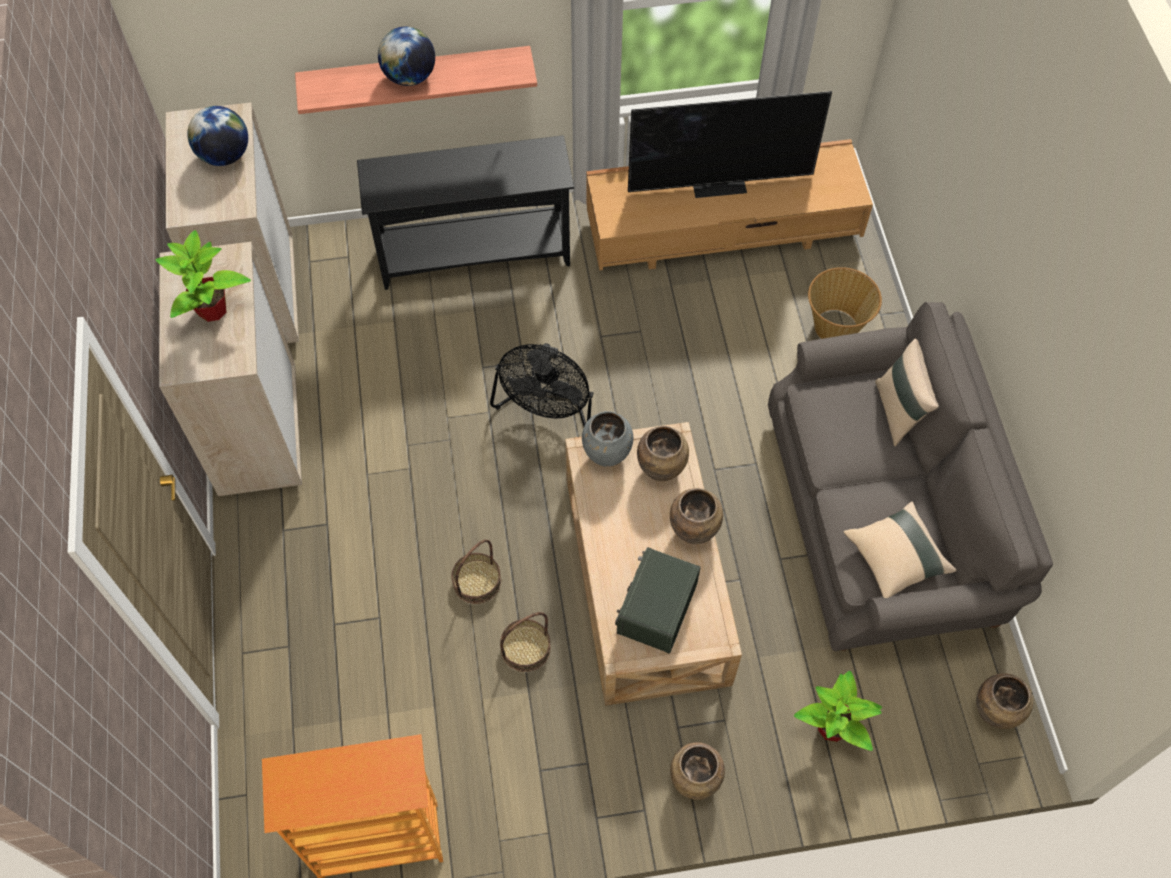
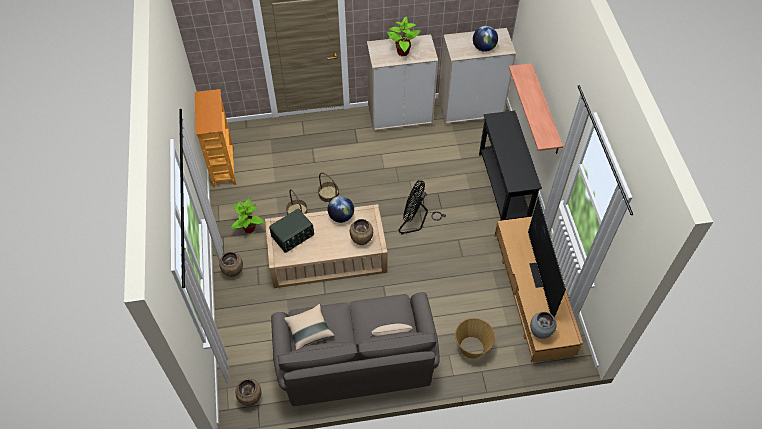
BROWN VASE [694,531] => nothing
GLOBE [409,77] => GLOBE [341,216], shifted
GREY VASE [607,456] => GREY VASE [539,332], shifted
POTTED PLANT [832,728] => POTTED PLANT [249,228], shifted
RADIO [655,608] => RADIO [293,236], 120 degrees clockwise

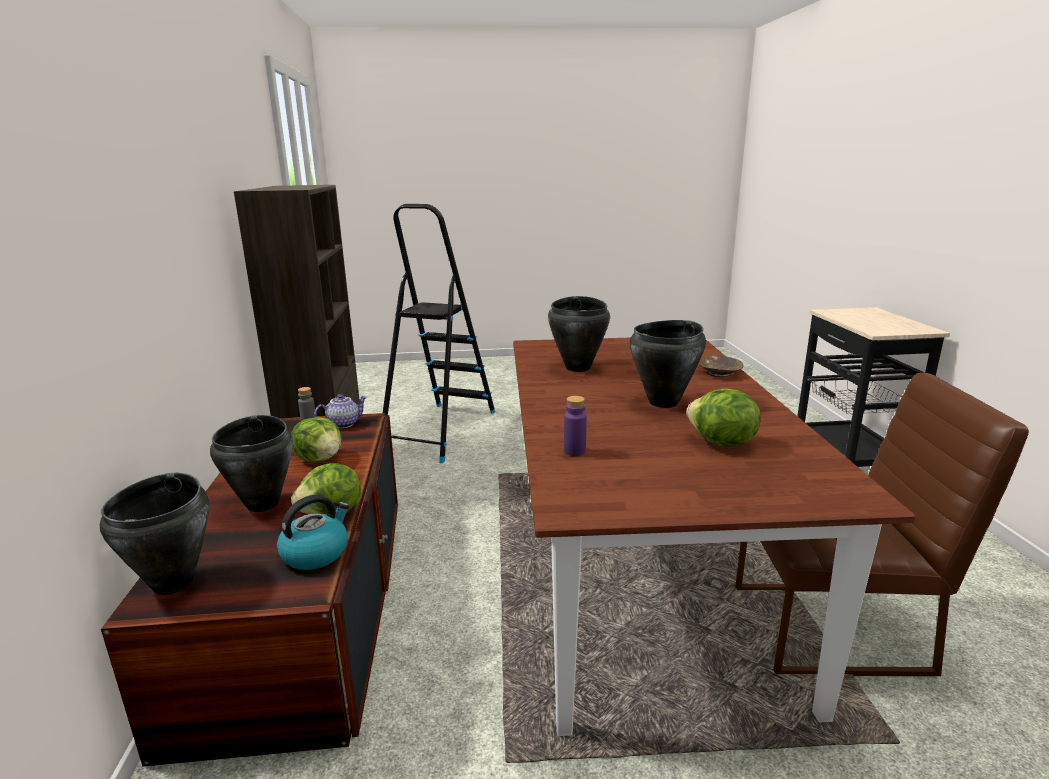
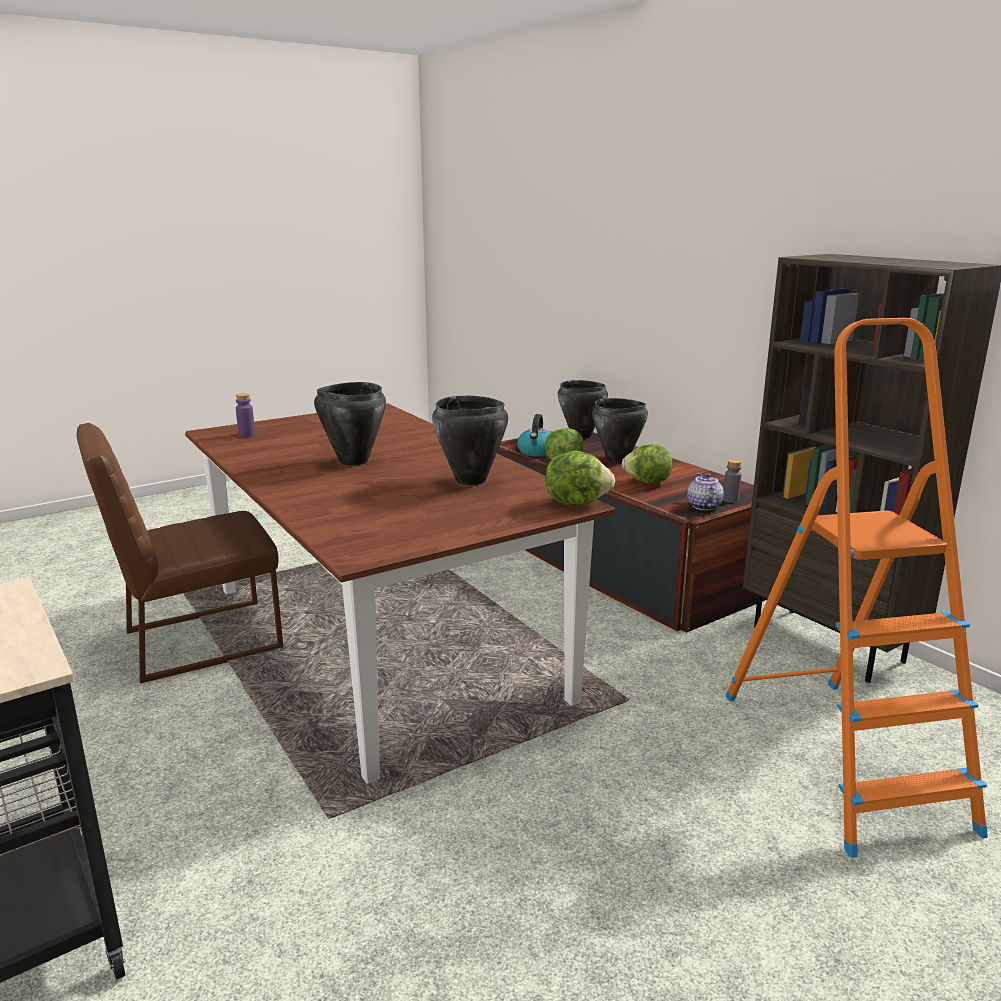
BROWN BOWL [718,373] => nothing
PURPLE BOTTLE [574,451] => PURPLE BOTTLE [247,435], shifted
LETTUCE [721,443] => LETTUCE [576,502], shifted
BLACK STEP LADDER [440,430] => ORANGE STEP LADDER [841,759]
TEAPOT [343,424] => TEAPOT [703,506], 150 degrees clockwise

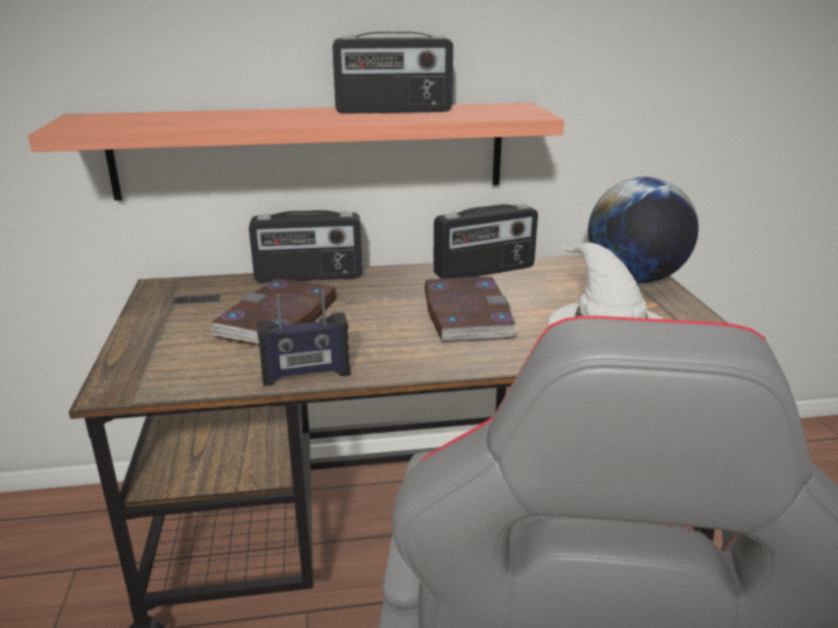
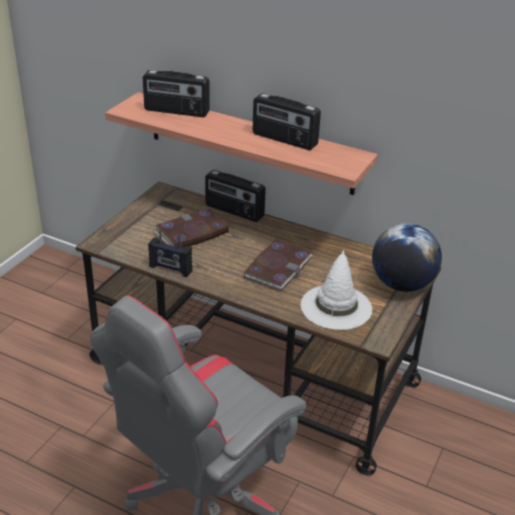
RADIO [485,271] => RADIO [176,111], shifted

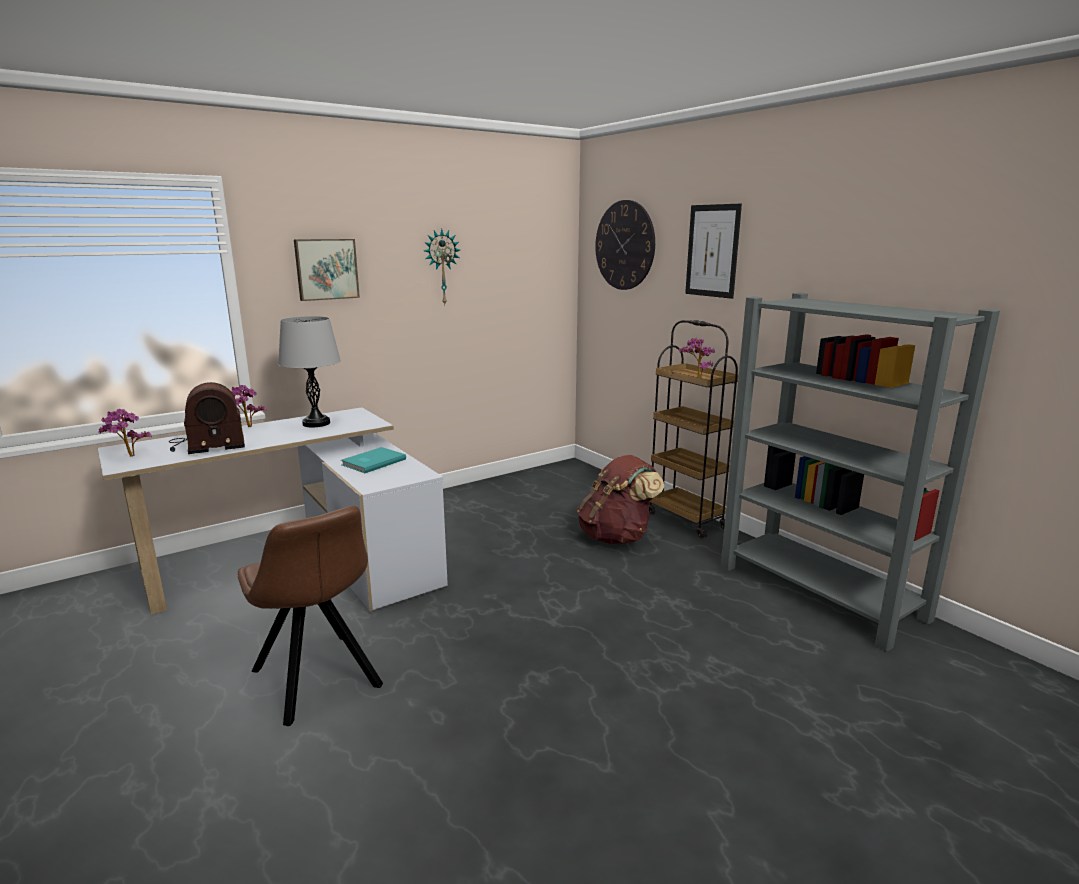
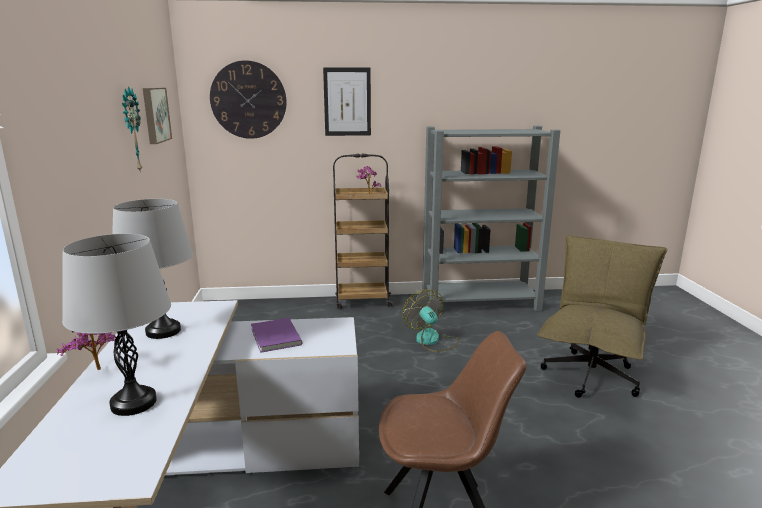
POTTED PLANT [128,457] => nothing
BROWN BACKPACK [617,537] => nothing
nothing => FAN [432,341]
nothing => BEIGE OFFICE CHAIR [590,376]
PICTURE [326,269] => PICTURE [155,115], shifted
RADIO [207,444] => GREY TABLE LAMP [133,403]
TURQUOISE BOOK [372,462] => PURPLE BOOK [274,337]

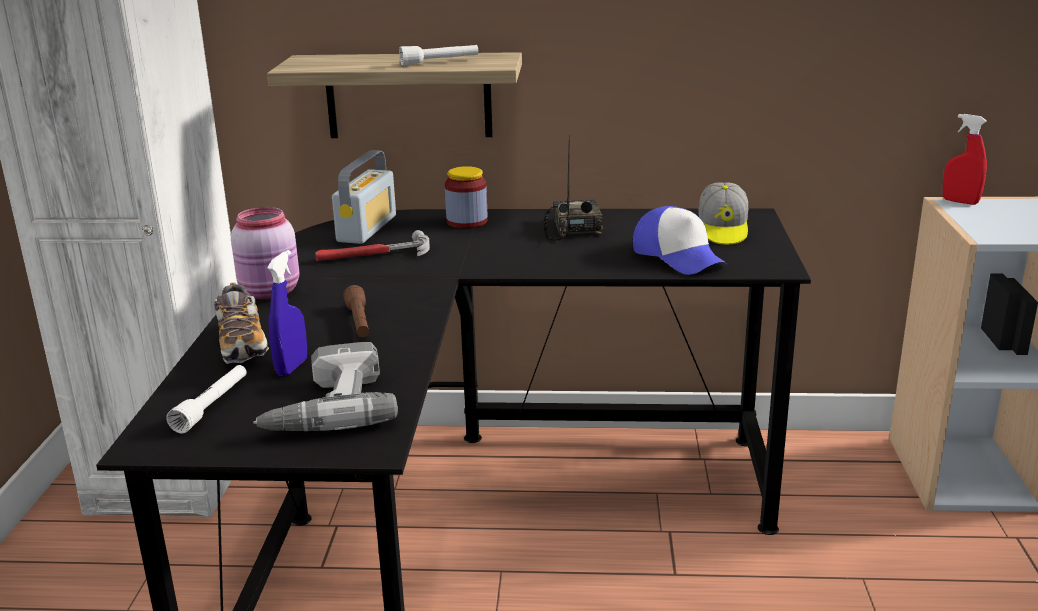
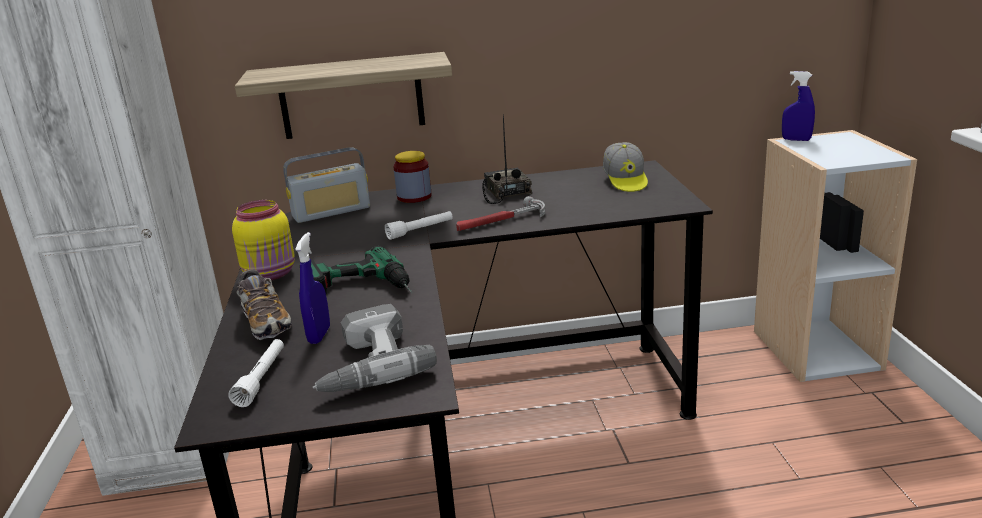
CAP [679,256] => nothing
HAMMER [373,255] => HAMMER [501,221], shifted
WHITE FLASHLIGHT [440,62] => WHITE FLASHLIGHT [420,231], shifted
BROWN FLASHLIGHT [359,322] => POWER DRILL [361,289]
PINK JAR [271,292] => YELLOW JAR [271,274]
RED SPRAY BOTTLE [960,202] => BLUE SPRAY BOTTLE [796,140]
RADIO [367,228] => RADIO [331,212], 60 degrees clockwise

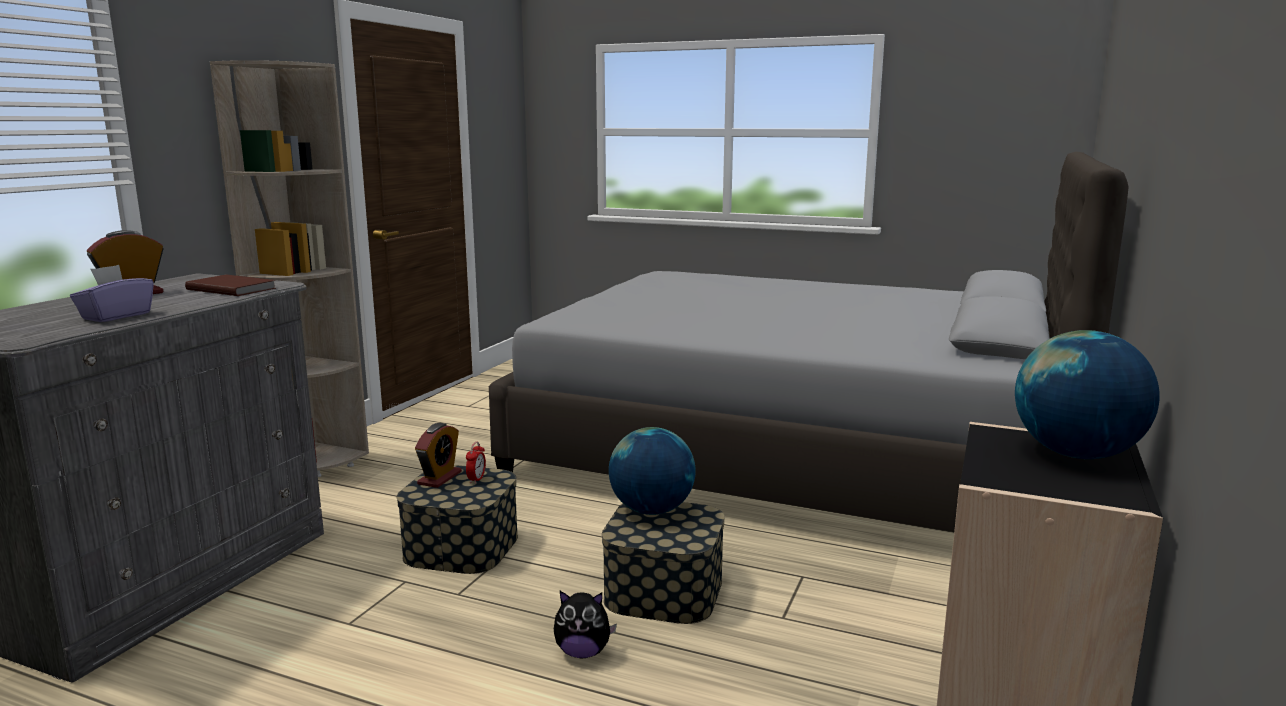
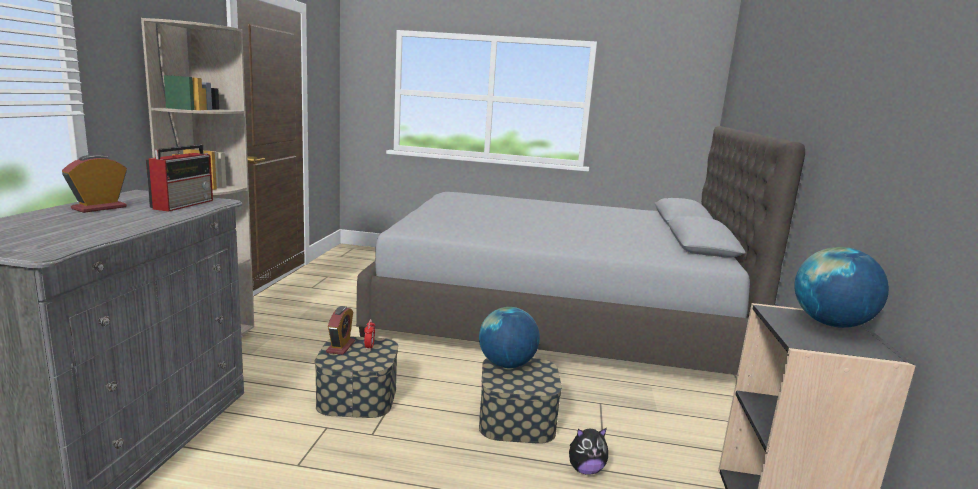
PURPLE TISSUE BOX [116,316] => nothing
PLUSH TOY [583,652] => PLUSH TOY [585,470], shifted
BROWN BOOK [232,288] => RADIO [184,204]

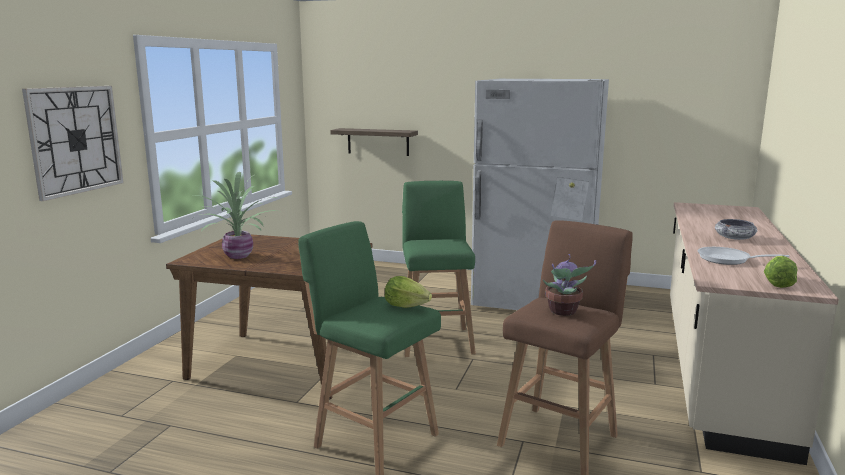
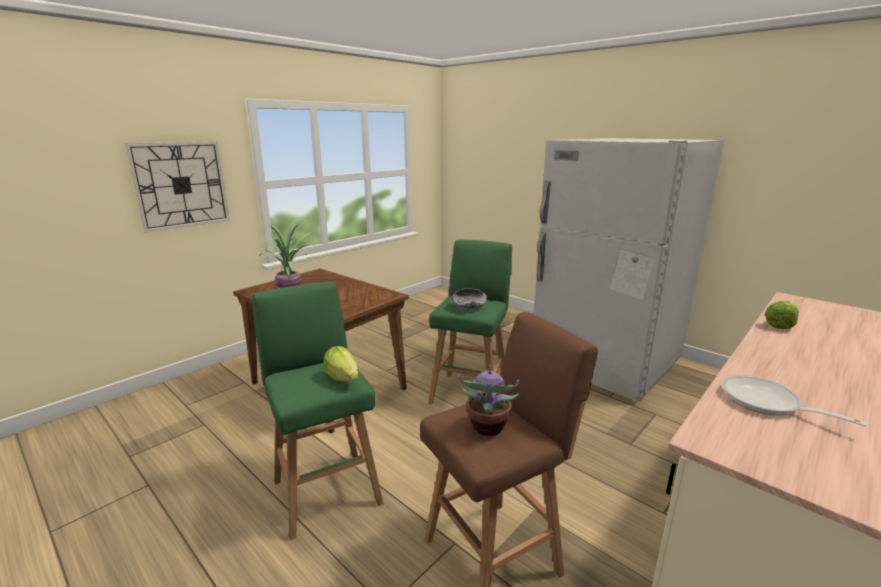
SHELF [378,142] => nothing
BOWL [734,238] => BOWL [469,306], shifted
LETTUCE [777,283] => LETTUCE [780,325], shifted

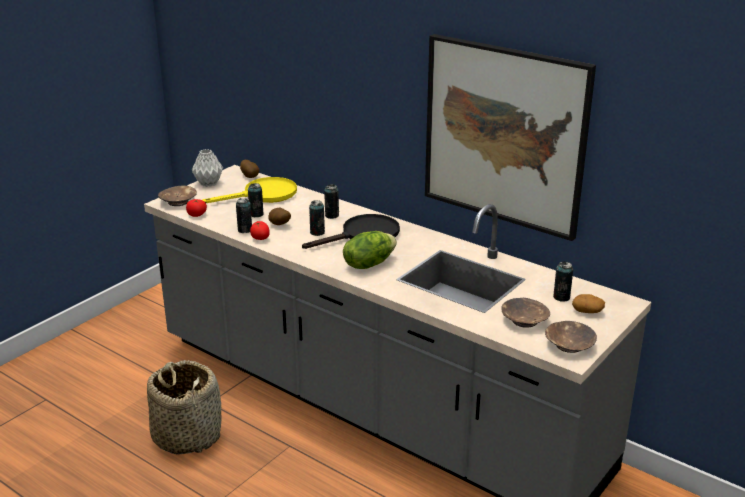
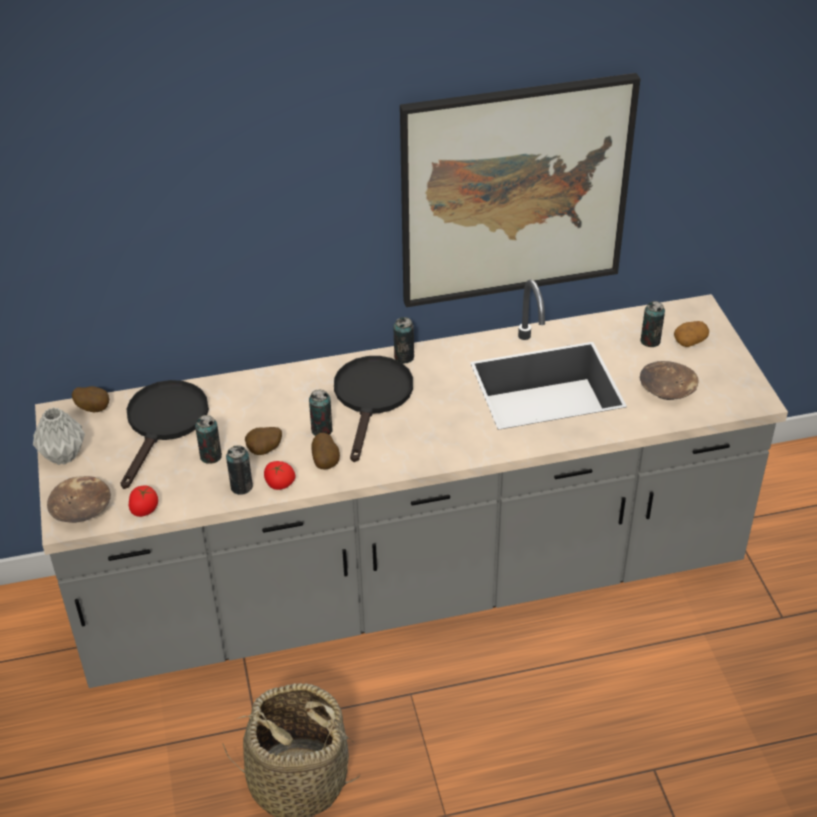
LETTUCE [369,264] => nothing
BROWN BOWL [569,344] => nothing
nothing => POTATO [326,462]
CAN [332,215] => CAN [404,357], shifted
YELLOW FRYING PAN [263,195] => BLACK FRYING PAN [164,424]

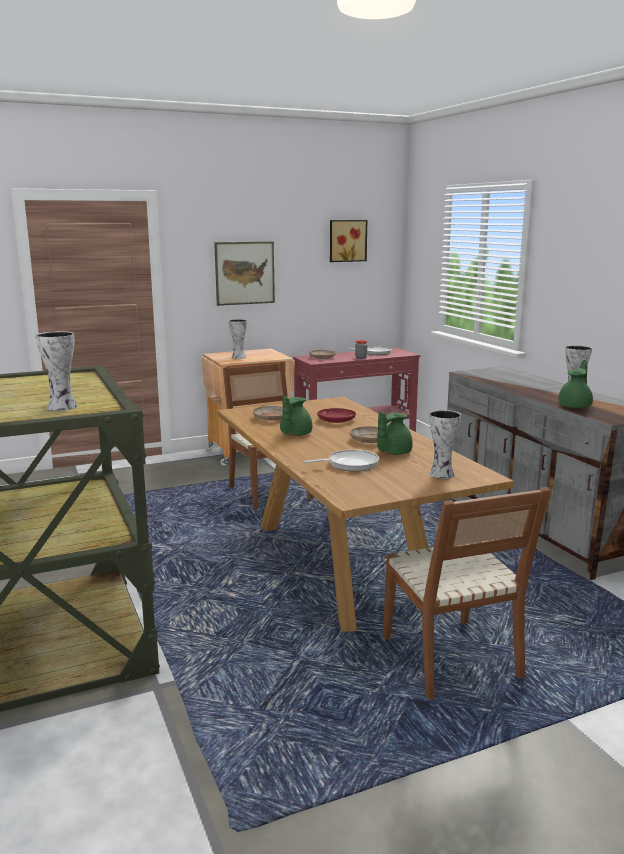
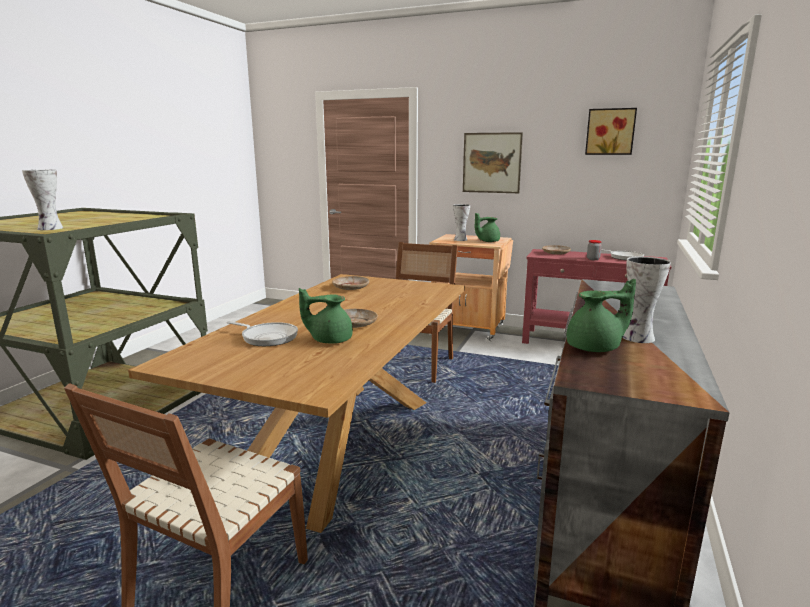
RED PLATE [336,420] => nothing
VASE [441,474] => nothing
GREEN TEAPOT [294,434] => GREEN TEAPOT [487,241], shifted

